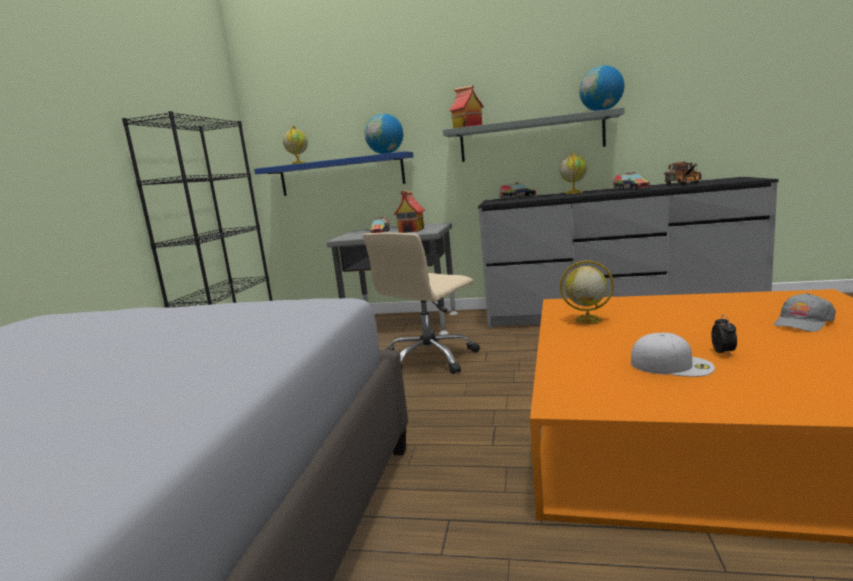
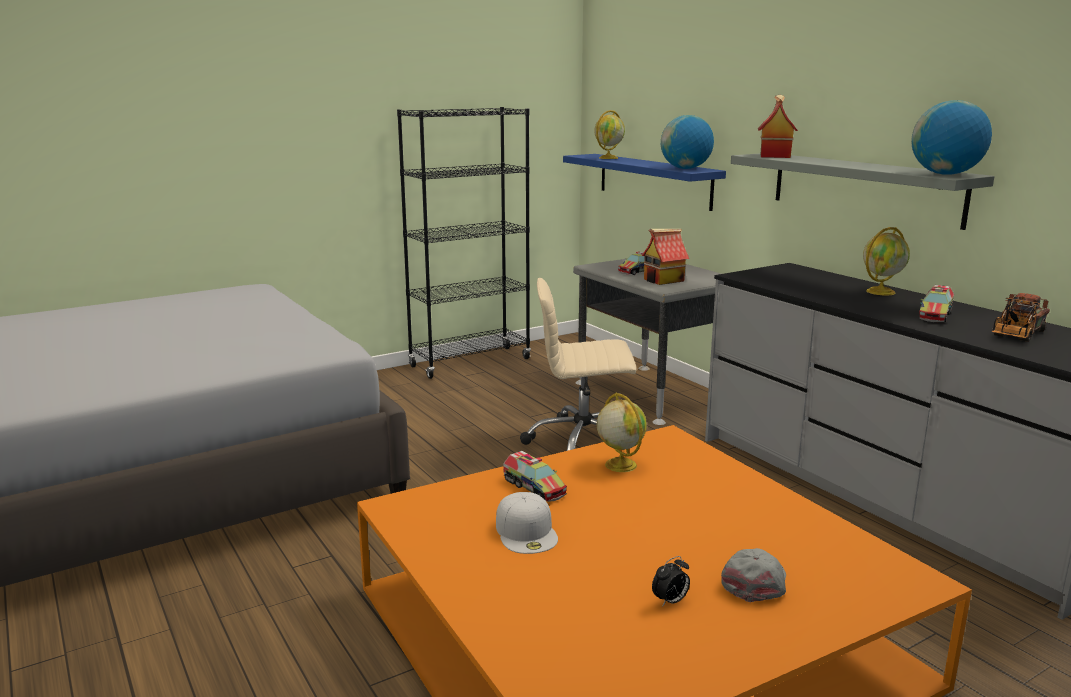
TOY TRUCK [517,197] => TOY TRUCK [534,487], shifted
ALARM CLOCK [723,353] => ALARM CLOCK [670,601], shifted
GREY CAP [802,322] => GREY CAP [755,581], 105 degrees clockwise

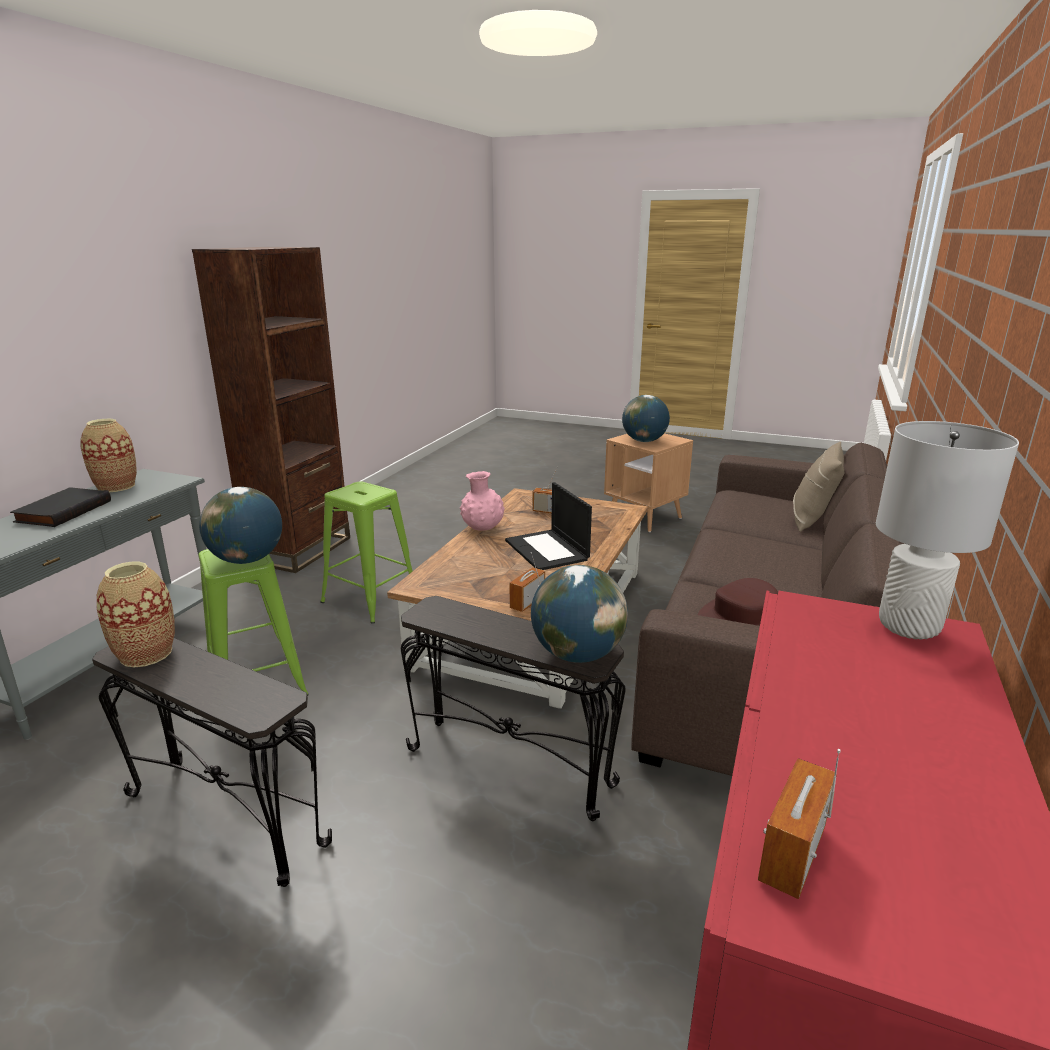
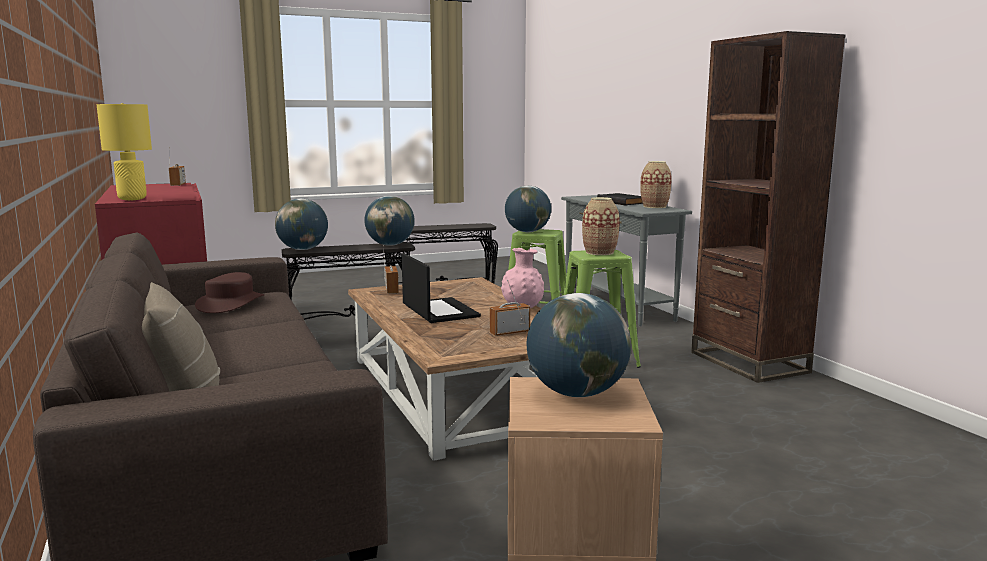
nothing => GLOBE [390,245]
VASE [146,653] => VASE [599,252], shifted
GREY TABLE LAMP [908,630] => YELLOW TABLE LAMP [132,200]
LAPTOP [547,550] => LAPTOP [439,311], 45 degrees clockwise

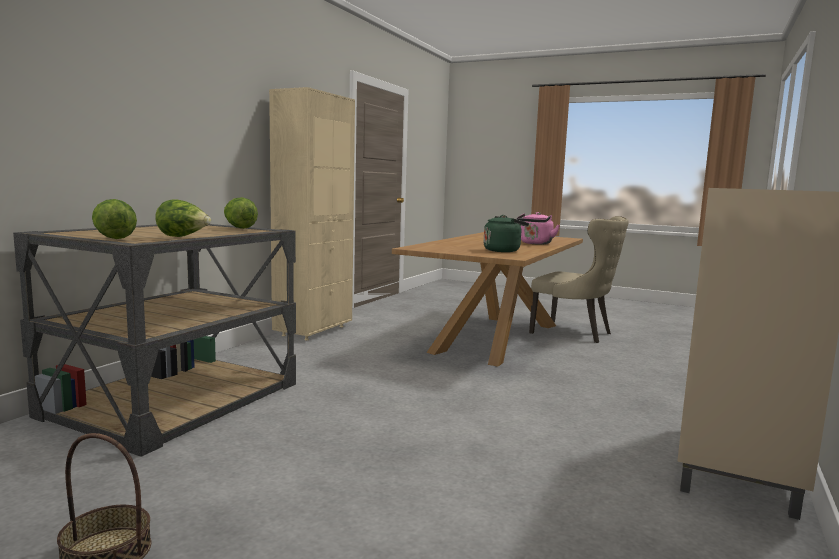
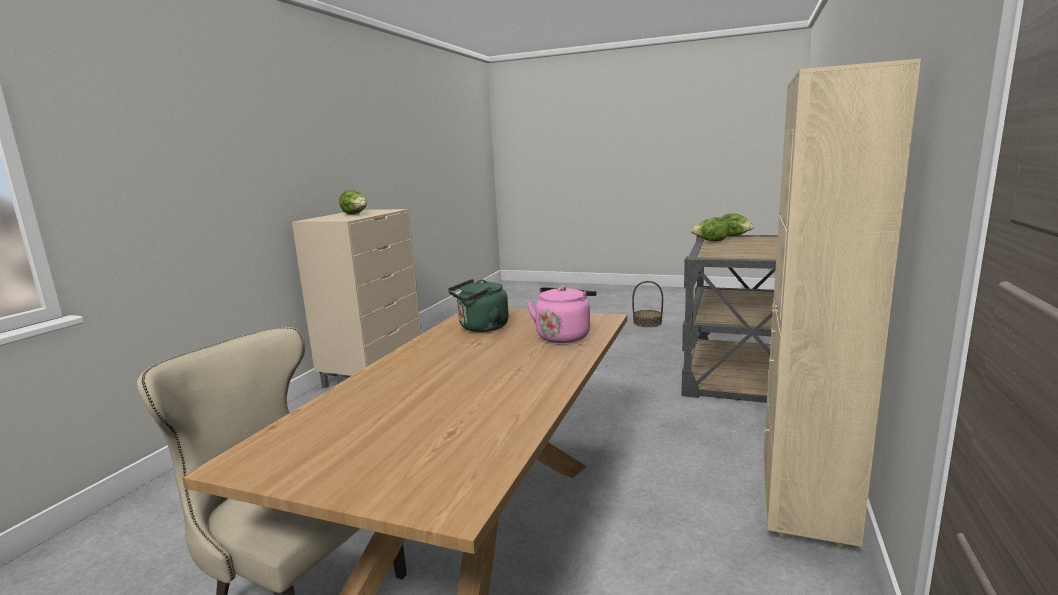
LETTUCE [239,228] => LETTUCE [355,214], shifted
PINK KETTLE [535,243] => PINK KETTLE [564,336], shifted

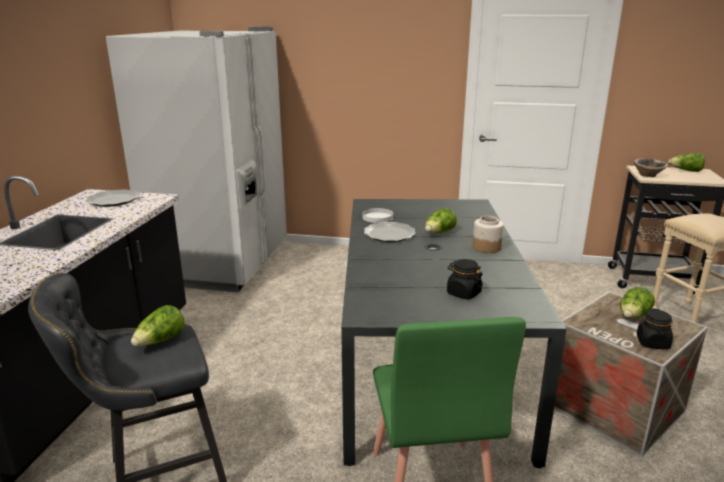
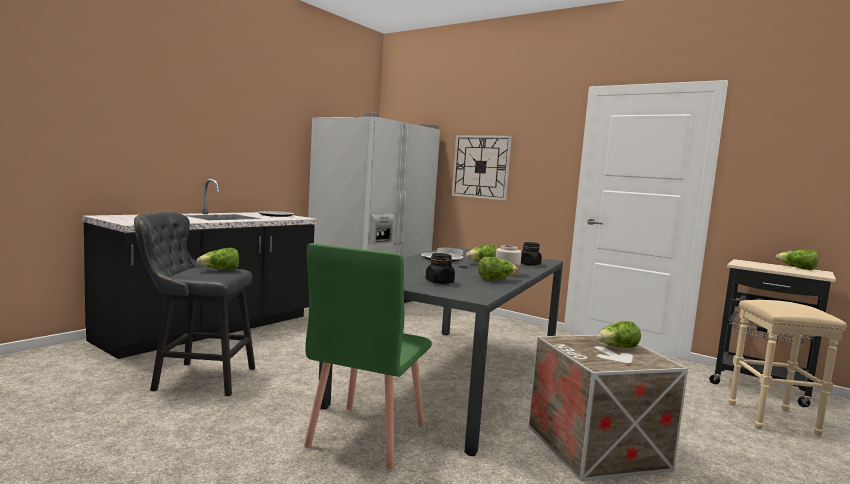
BOWL [648,175] => nothing
nothing => WALL CLOCK [481,167]
nothing => LETTUCE [495,279]
BLACK JAR [652,343] => BLACK JAR [529,264], shifted

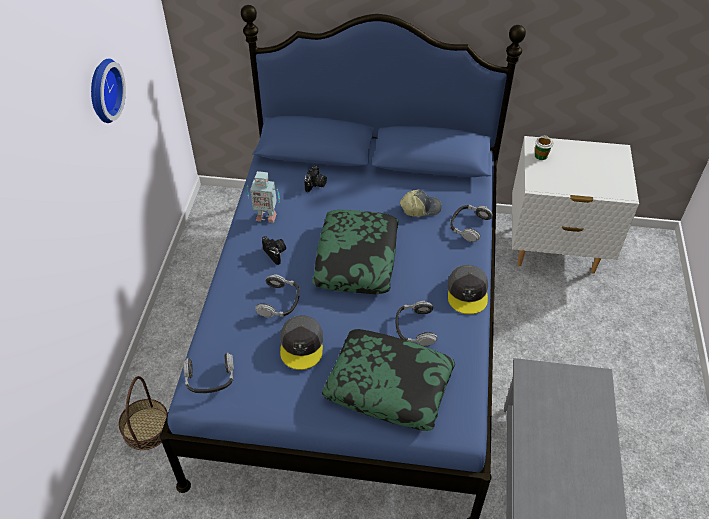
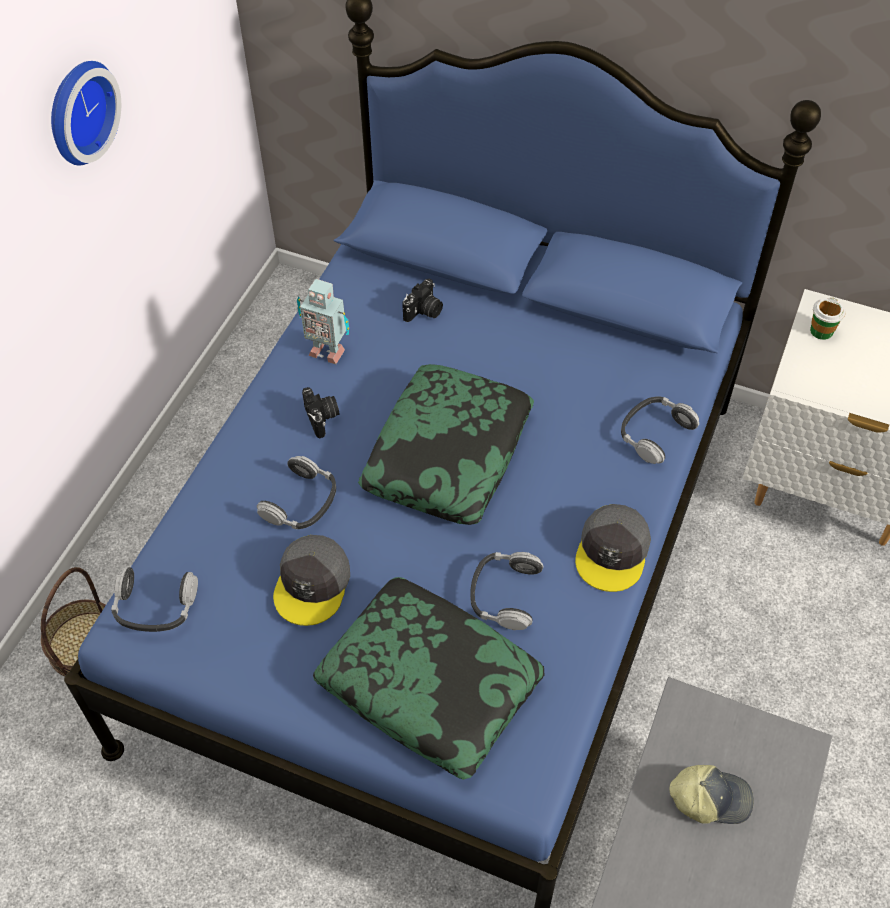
CAP [420,208] => CAP [710,798], shifted

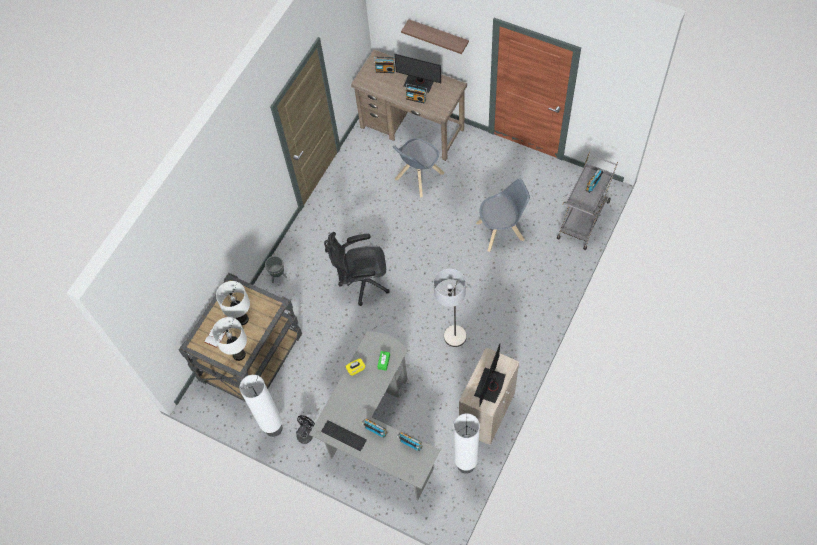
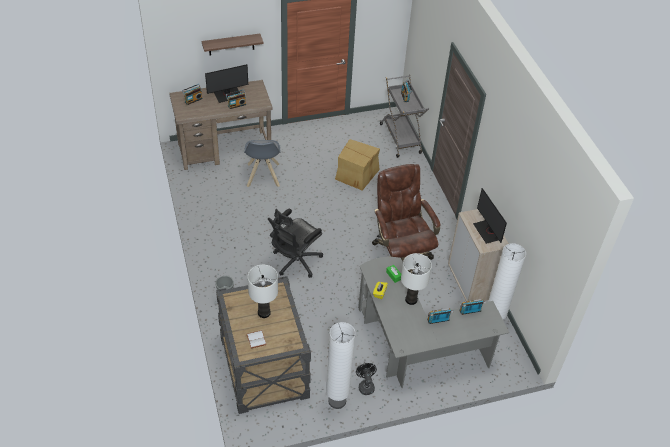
KEYBOARD [343,436] => nothing
WHITE TABLE LAMP [239,354] => WHITE TABLE LAMP [411,299], shifted
GREY FLOOR LAMP [452,342] => BROWN OFFICE CHAIR [400,257]
GREY CHAIR [501,231] => CARDBOARD BOX [356,174]

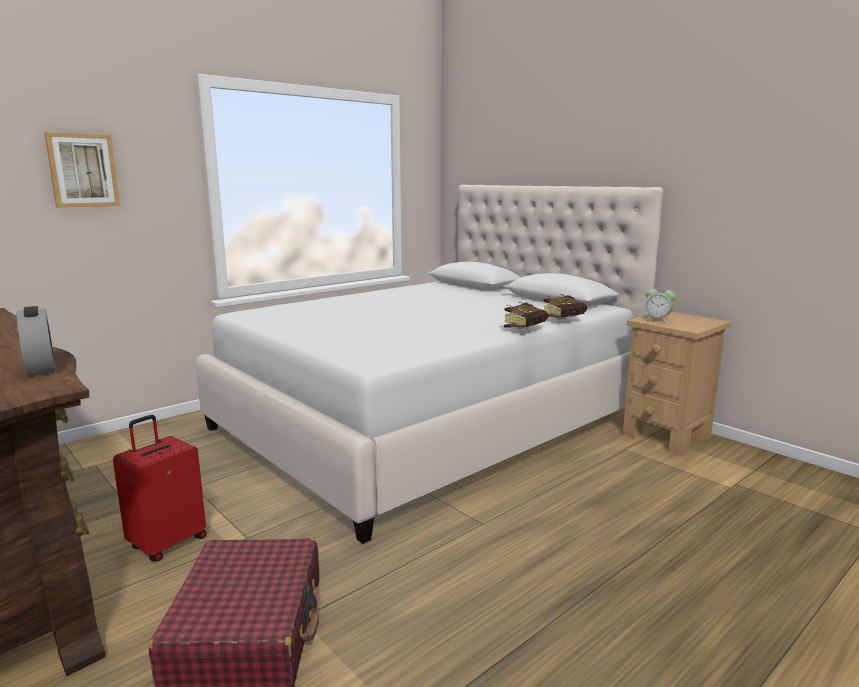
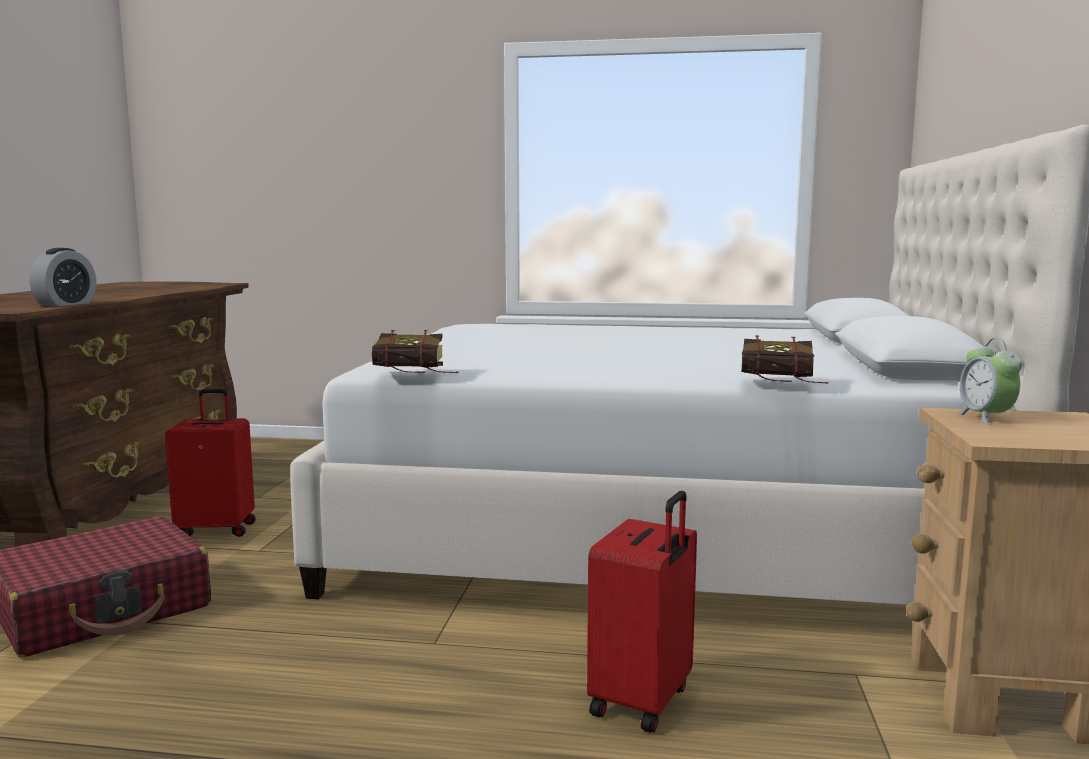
PICTURE [83,170] => nothing
nothing => RED SUITCASE [643,701]
BOOK [527,329] => BOOK [417,375], shifted

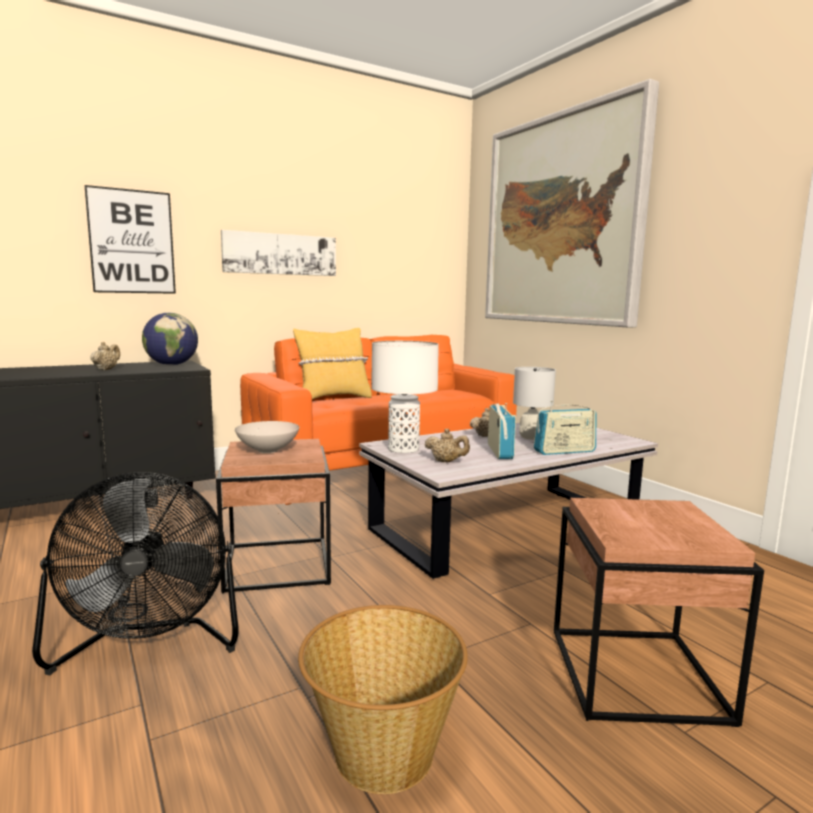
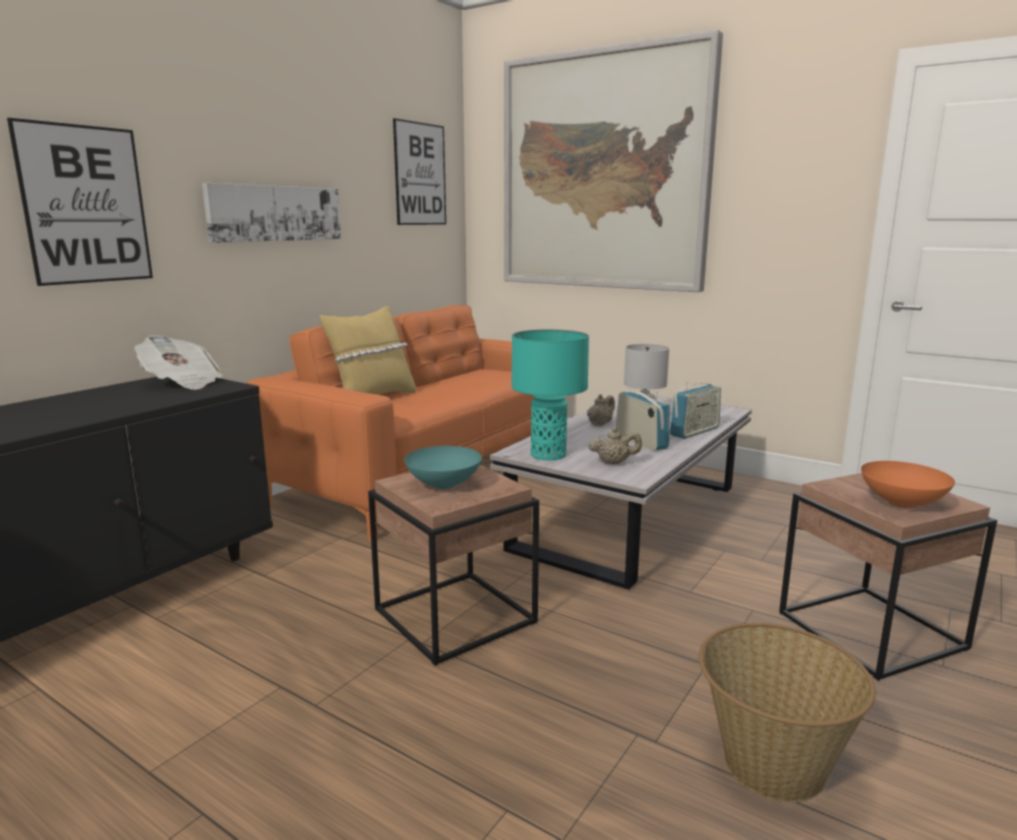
BLACK FAN [143,642] => nothing
BEIGE TEAPOT [106,369] => nothing
nothing => PICTURE [420,174]
nothing => ORANGE BOWL [903,503]
GLOBE [172,365] => NEWSPAPER [182,383]
WHITE BOWL [267,451] => TURQUOISE BOWL [443,485]
WHITE TABLE LAMP [403,449] => TURQUOISE TABLE LAMP [548,455]

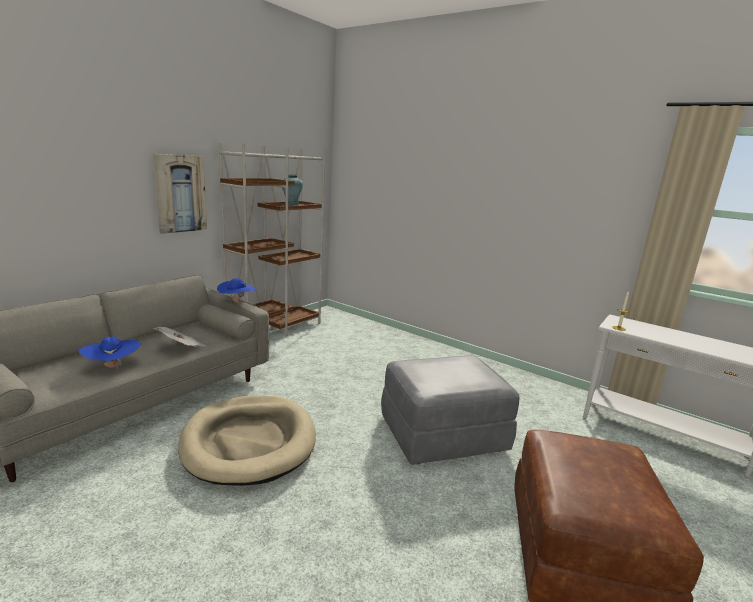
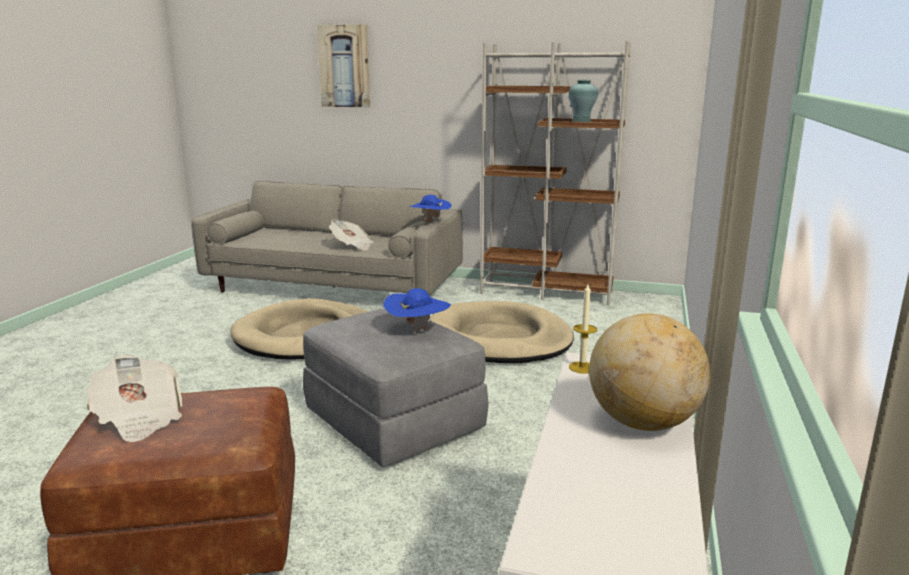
nothing => NEWSPAPER [139,419]
nothing => BEIGE DOG BED [499,339]
nothing => GLOBE [643,423]
BLUE HAT [113,367] => BLUE HAT [417,330], shifted
PICTURE [180,194] => PICTURE [344,66], shifted

